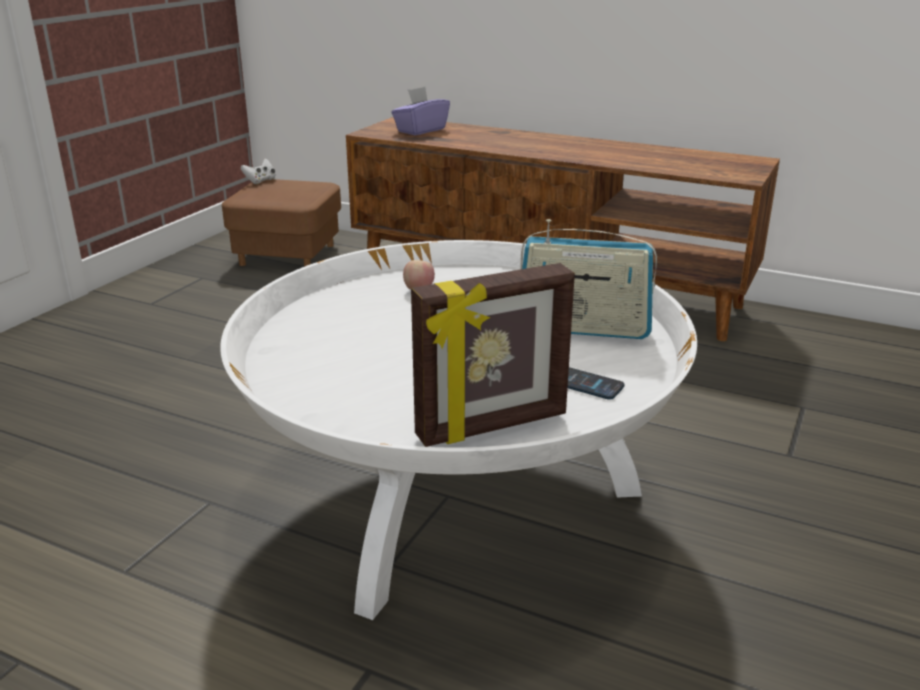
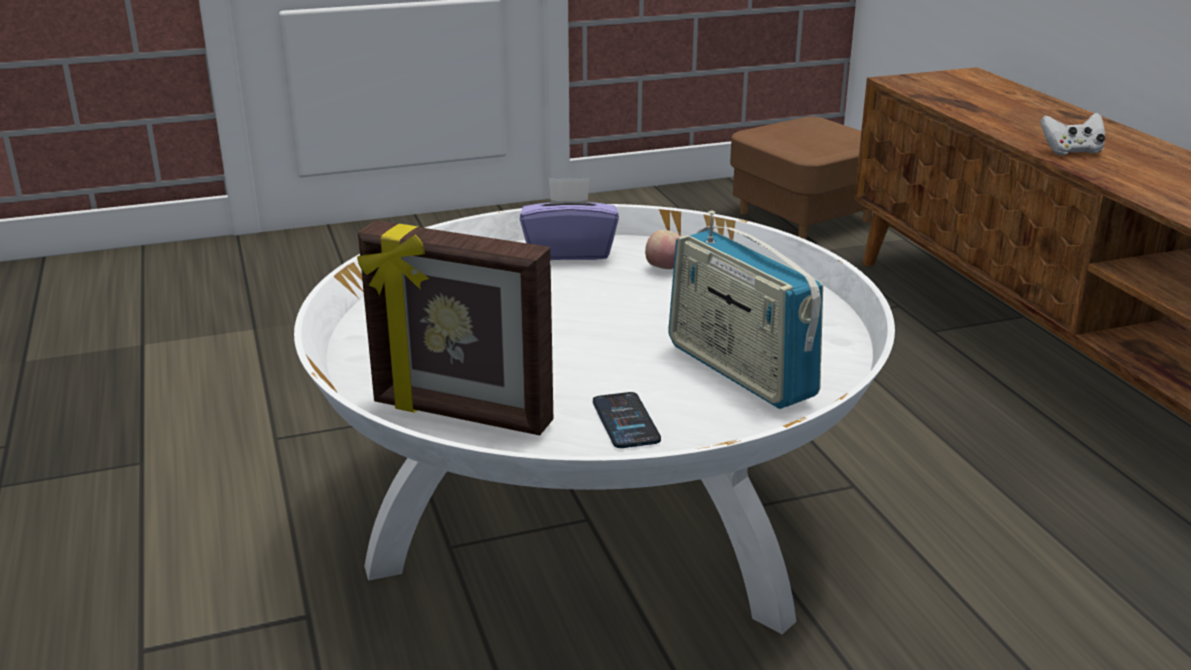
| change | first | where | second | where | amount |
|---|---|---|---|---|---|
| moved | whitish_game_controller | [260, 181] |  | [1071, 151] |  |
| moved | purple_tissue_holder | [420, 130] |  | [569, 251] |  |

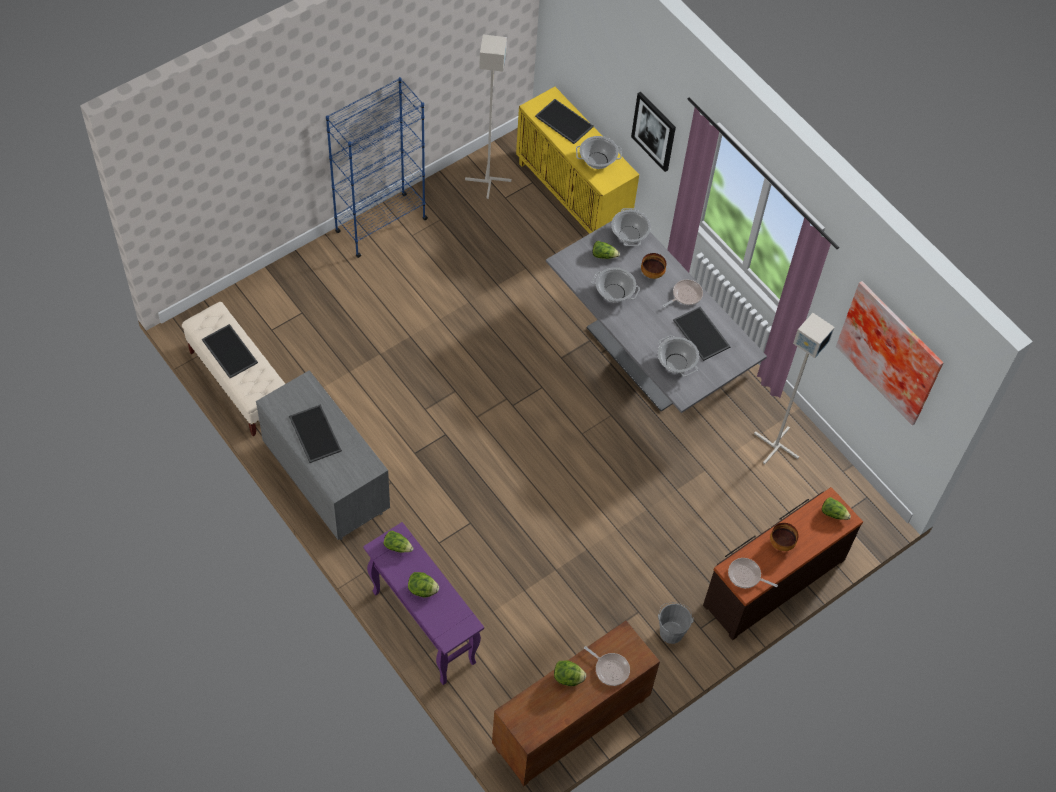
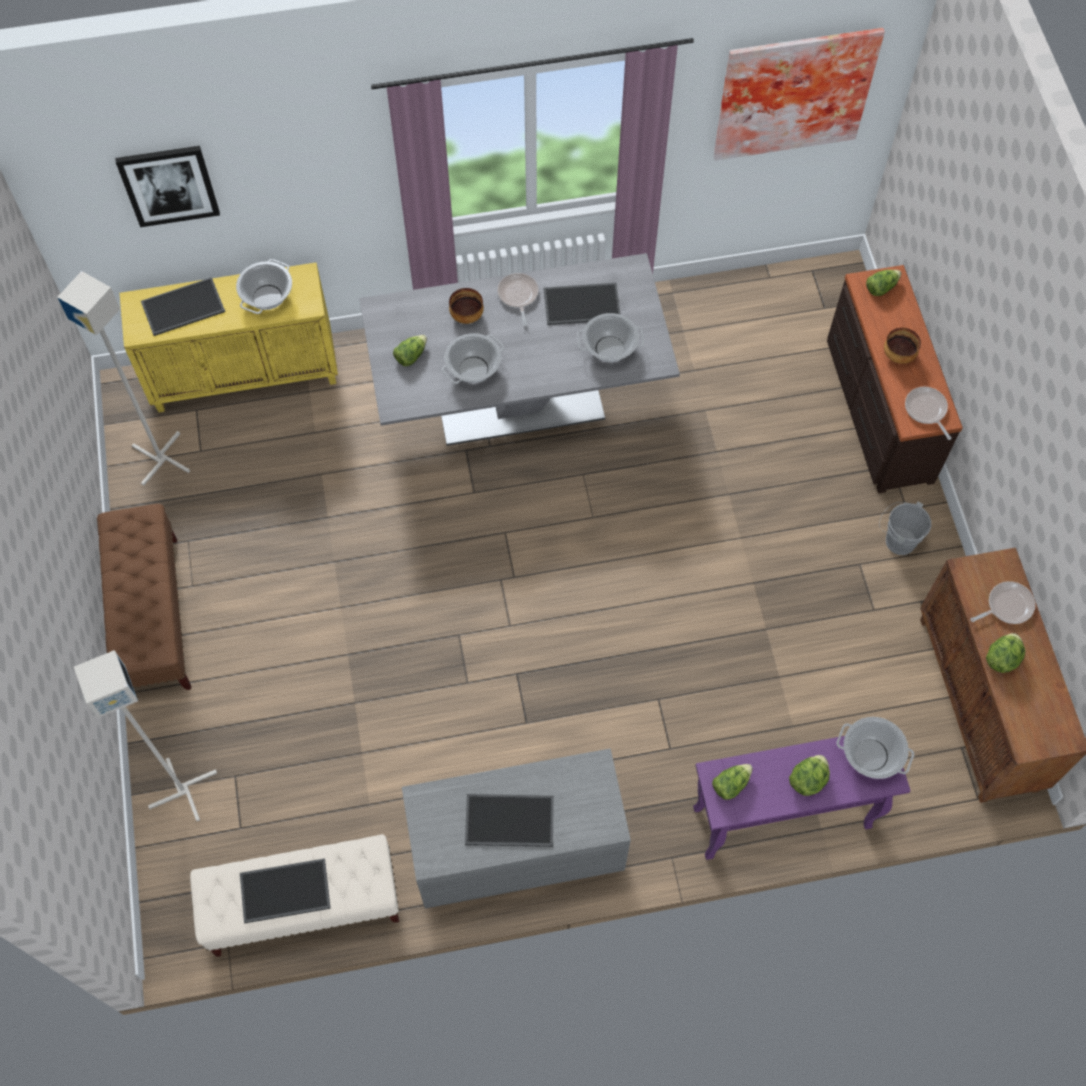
| change | first | where | second | where | amount |
|---|---|---|---|---|---|
| replaced | bluish_bookshelf | [380, 225] | brown_indoor_bench | [153, 617] |  |
| moved | saucepot | [629, 235] |  | [871, 755] |  |
| moved | wall_picture | [654, 131] |  | [169, 185] |  |
| turned | pan | [746, 576] |  | [926, 410] | 105 degrees clockwise |
| moved | grey_standard_lamp | [775, 445] |  | [182, 790] |  |

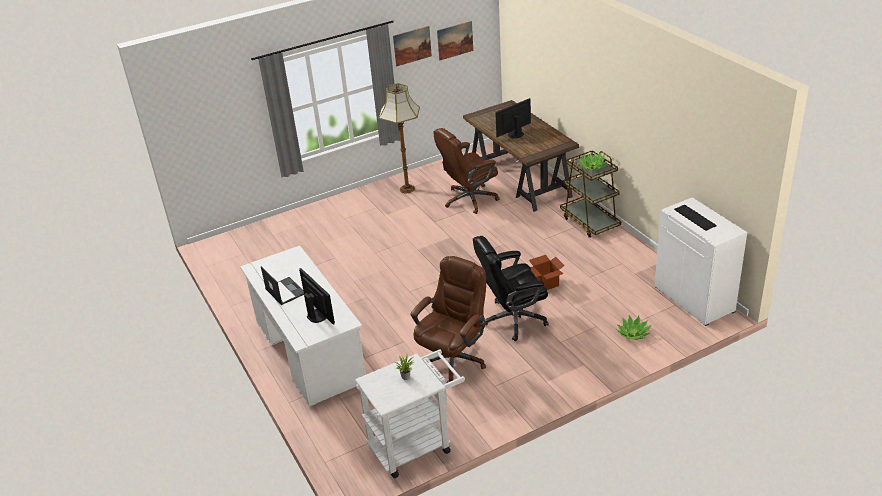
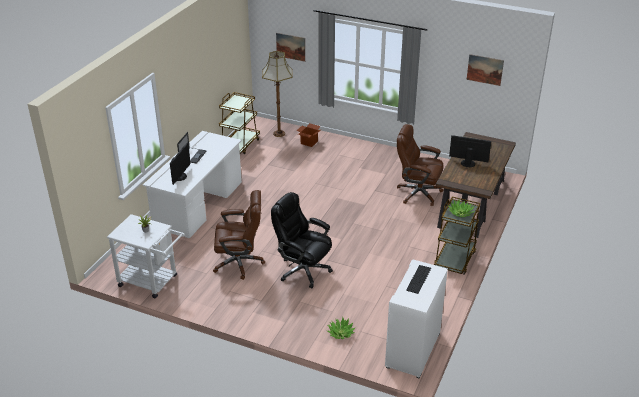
| change | first | where | second | where | amount |
|---|---|---|---|---|---|
| moved | standard_lamp | [407, 189] |  | [279, 133] |  |
| moved | wall_picture | [412, 46] |  | [290, 47] |  |
| moved | carton | [546, 283] |  | [309, 142] |  |
| added |  |  | brown_wheeled_cart | [240, 145] |  |

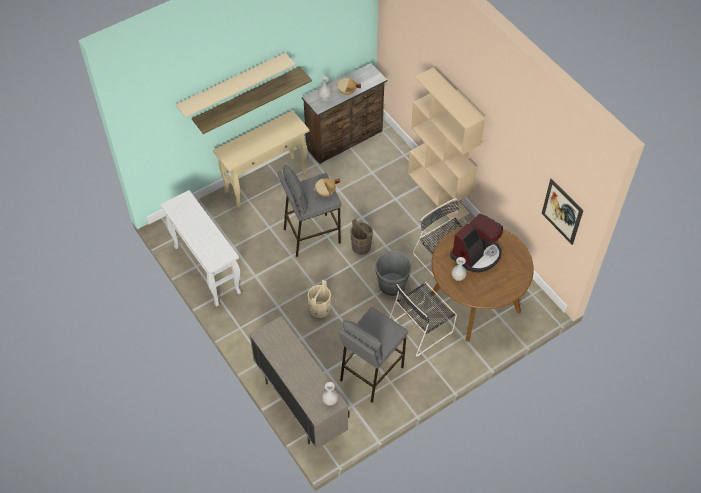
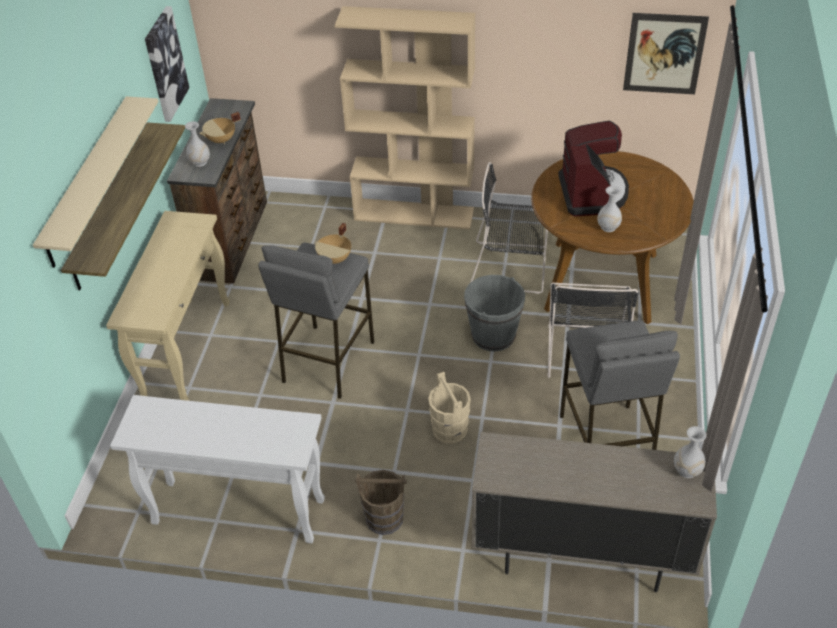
| change | first | where | second | where | amount |
|---|---|---|---|---|---|
| moved | brown_bucket | [361, 247] |  | [385, 518] |  |
| added |  |  | wall_picture | [165, 64] |  |

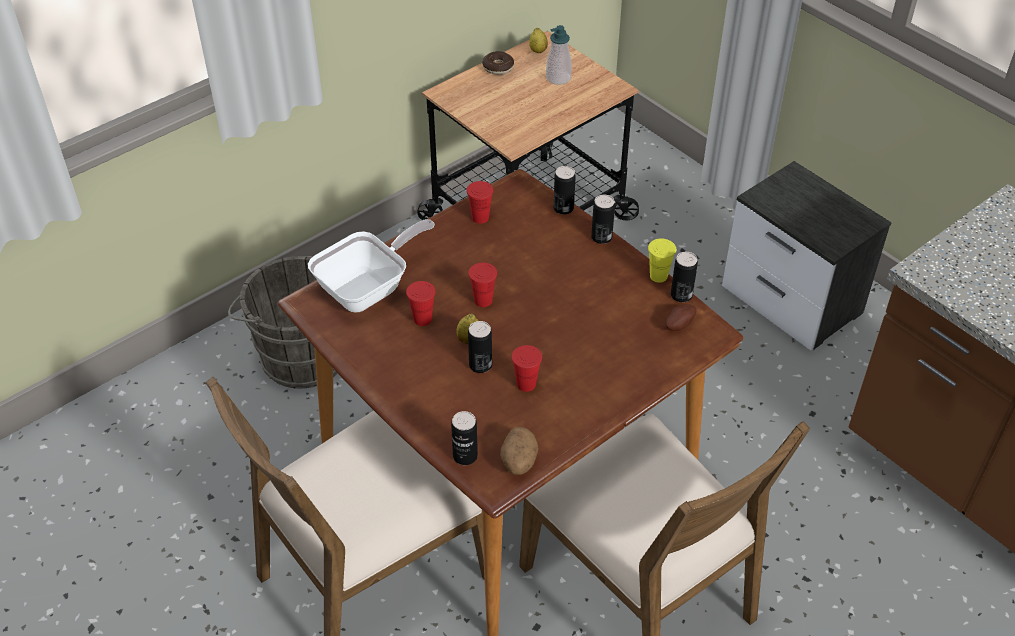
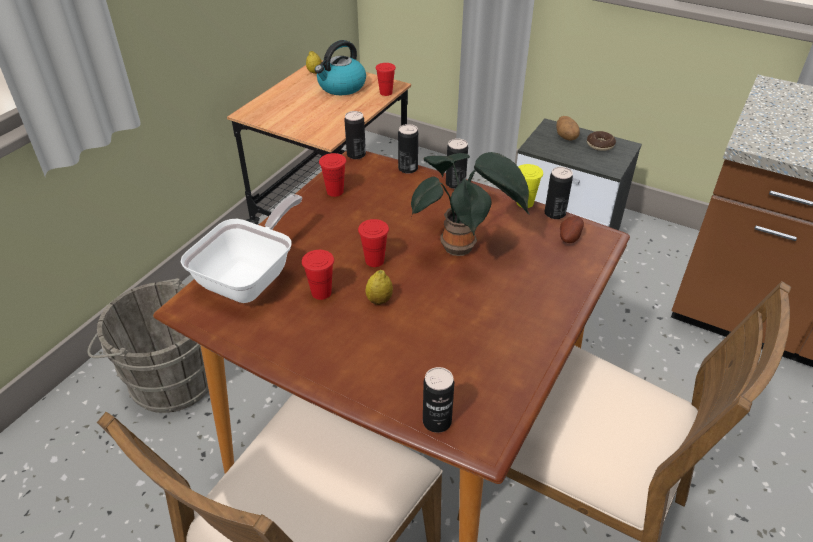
| change | first | where | second | where | amount |
|---|---|---|---|---|---|
| moved | metal_can | [480, 365] |  | [356, 154] |  |
| moved | ring_doughnut | [498, 67] |  | [600, 145] |  |
| moved | spud | [518, 462] |  | [566, 137] |  |
| moved | red_drinking_cup | [526, 384] |  | [386, 93] |  |
| replaced | liquid_soap_bottle | [558, 78] | water_kettle | [341, 87] |  |
| added |  |  | plant_in_a_pot | [462, 248] |  |

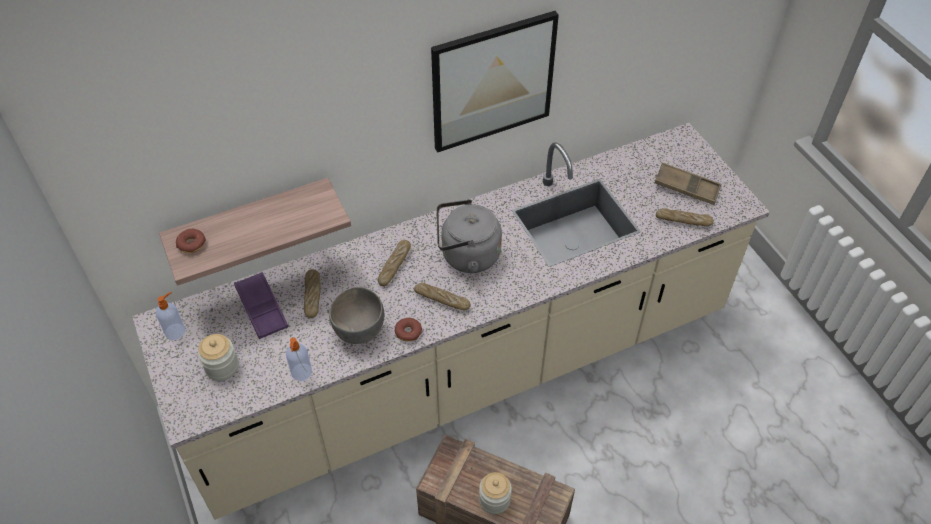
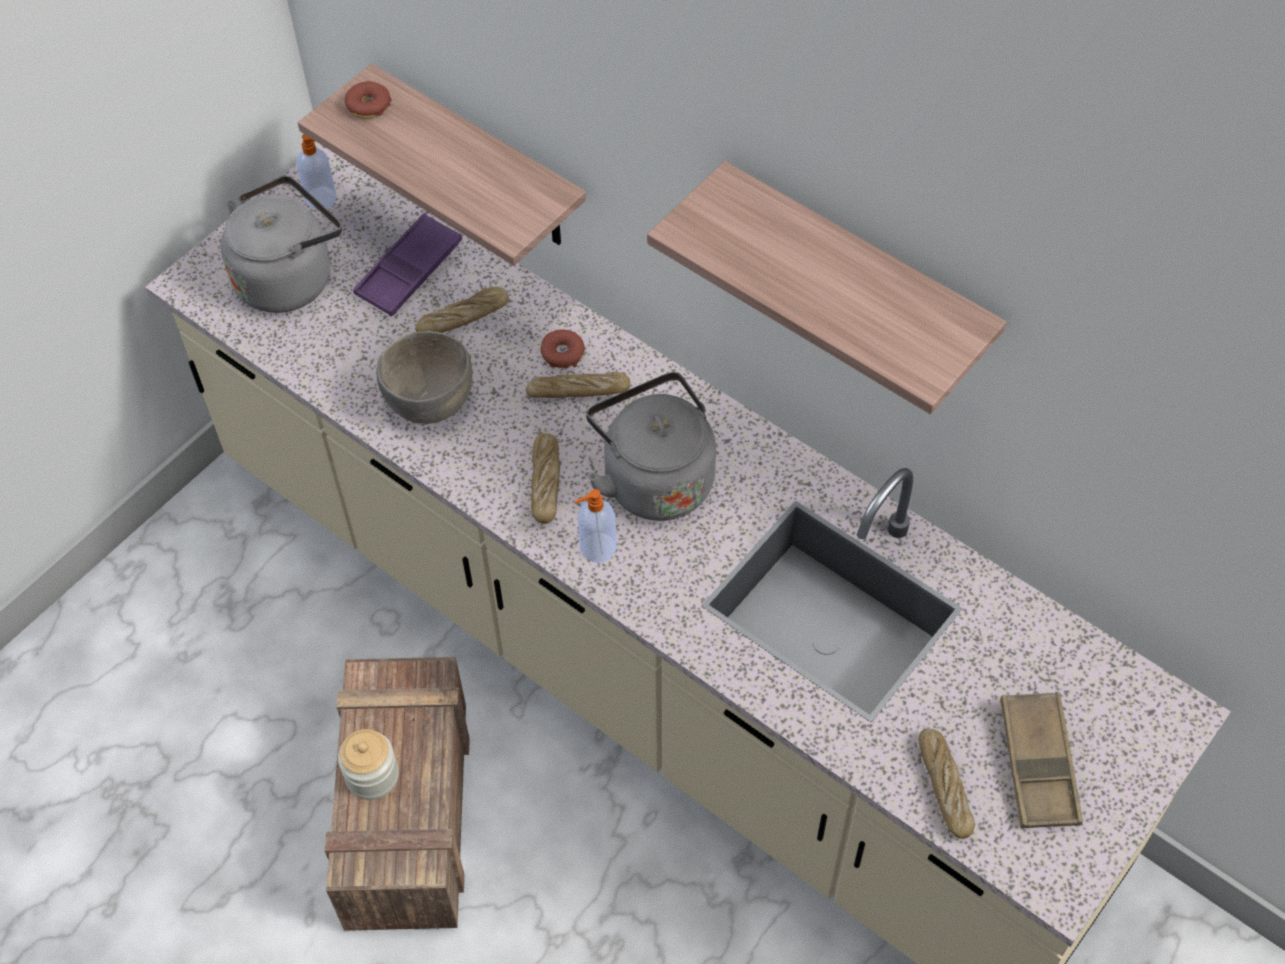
| change | first | where | second | where | amount |
|---|---|---|---|---|---|
| replaced | storage_jar | [222, 367] | grey_water_kettle | [289, 277] |  |
| moved | liquid_soap_bottle | [301, 373] |  | [596, 548] |  |
| moved | ring_doughnut | [408, 332] |  | [562, 353] |  |
| replaced | wall_picture | [492, 81] | bracket_shelf | [855, 277] |  |

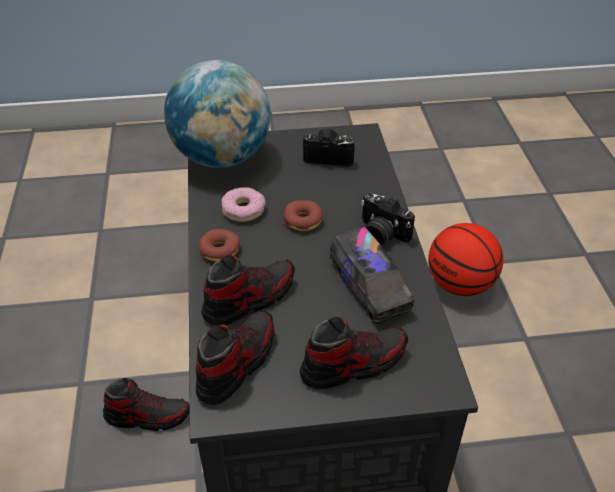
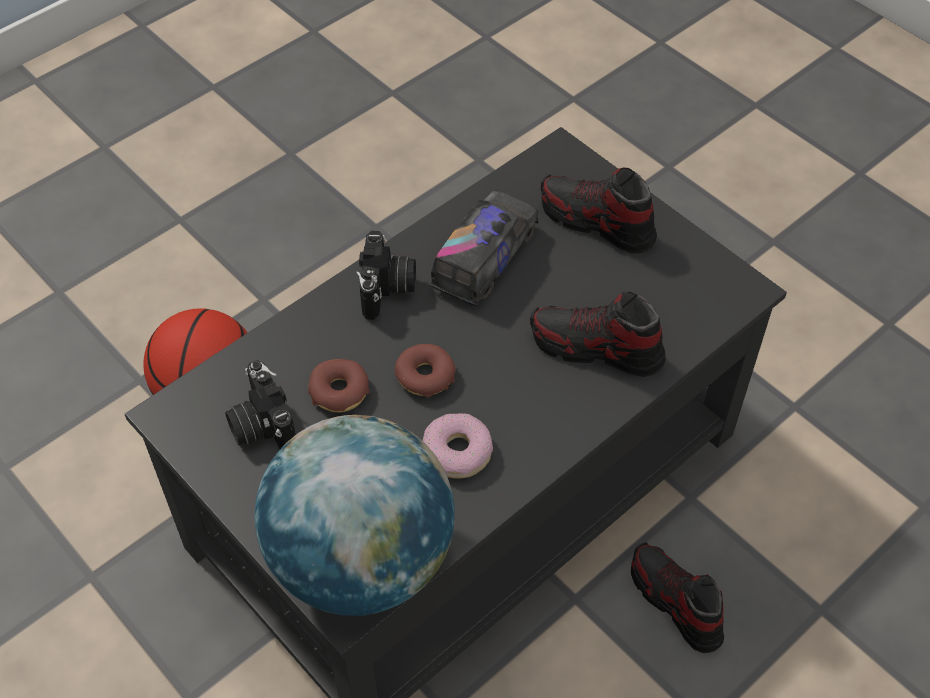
| change | first | where | second | where | amount |
|---|---|---|---|---|---|
| removed | low_shoe | [237, 364] |  |  |  |
| moved | ring_doughnut | [219, 250] |  | [339, 391] |  |

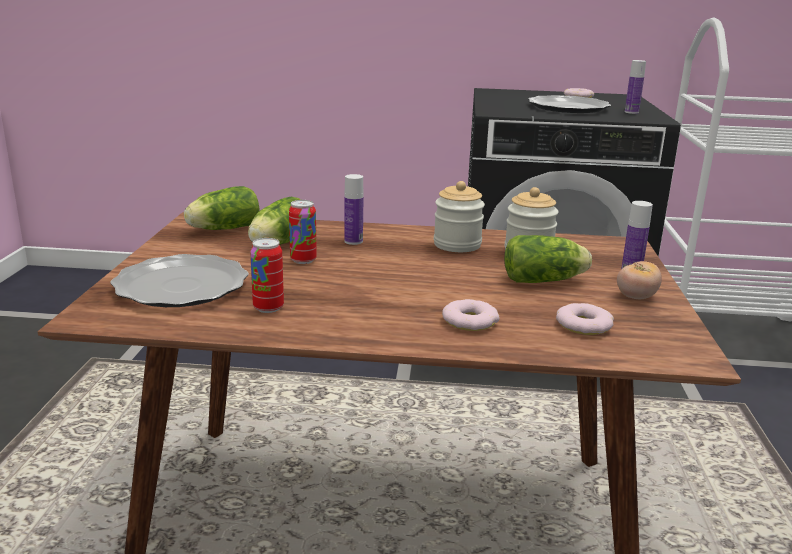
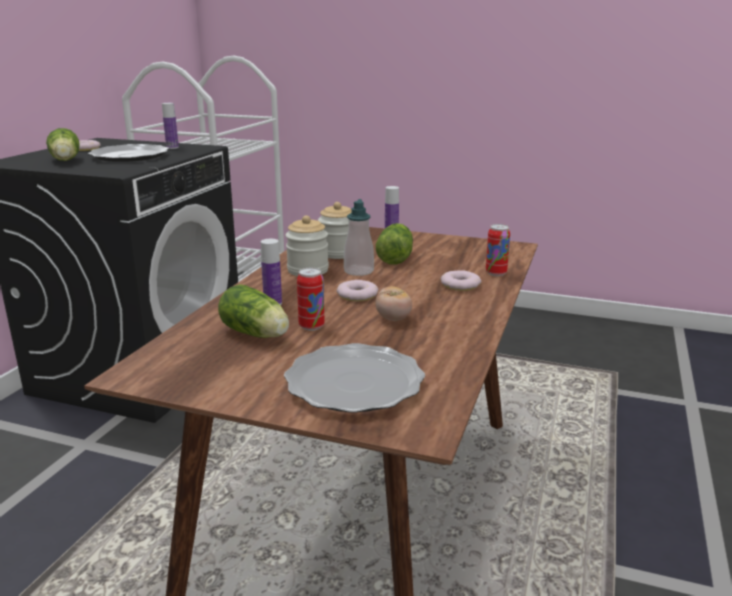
| change | first | where | second | where | amount |
|---|---|---|---|---|---|
| moved | lettuce | [222, 229] |  | [65, 161] |  |
| moved | metal_can | [268, 308] |  | [496, 273] |  |
| moved | ring_doughnut | [583, 325] |  | [357, 295] |  |
| moved | tomato | [636, 297] |  | [393, 319] |  |
| added |  |  | liquid_soap_bottle | [358, 271] |  |

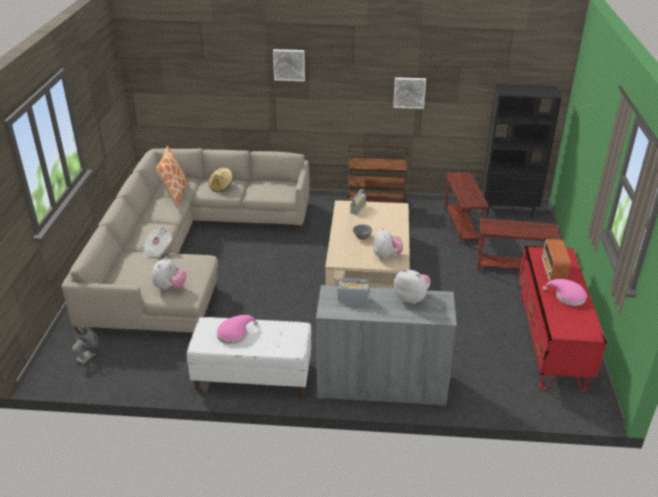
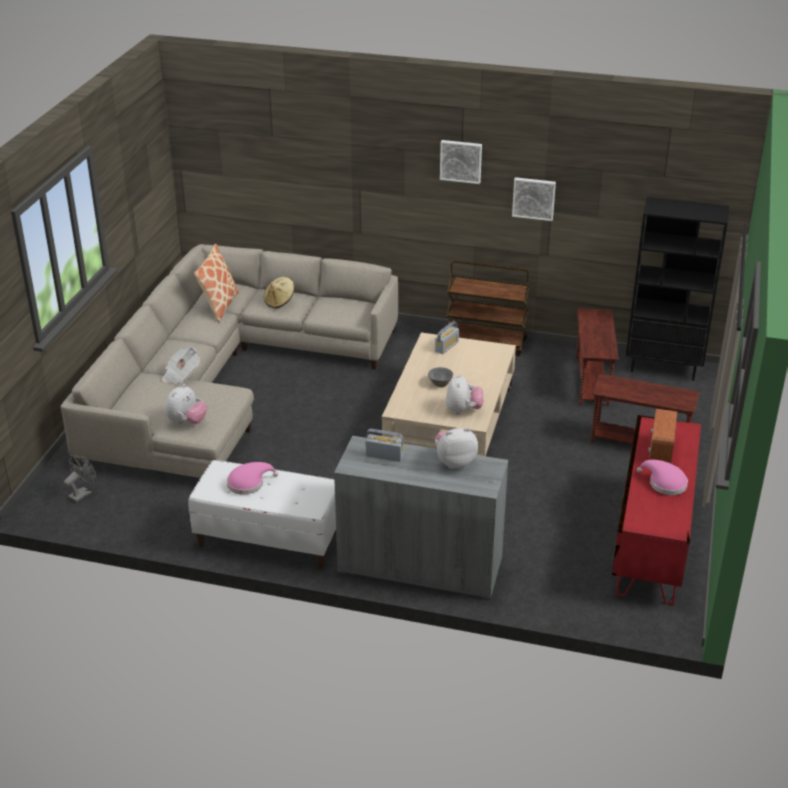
| change | first | where | second | where | amount |
|---|---|---|---|---|---|
| moved | wall_picture | [289, 64] |  | [461, 161] |  |
| turned | plush_toy | [411, 298] |  | [454, 462] | 60 degrees counterclockwise |

